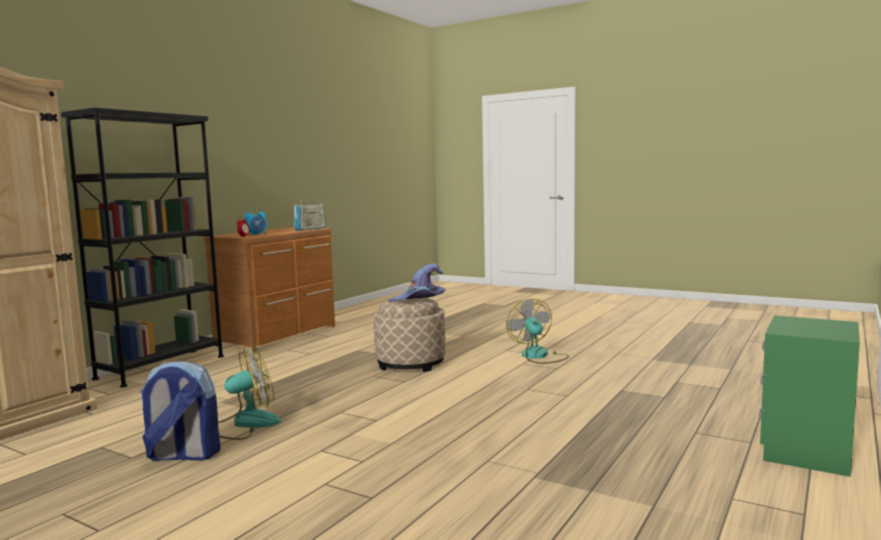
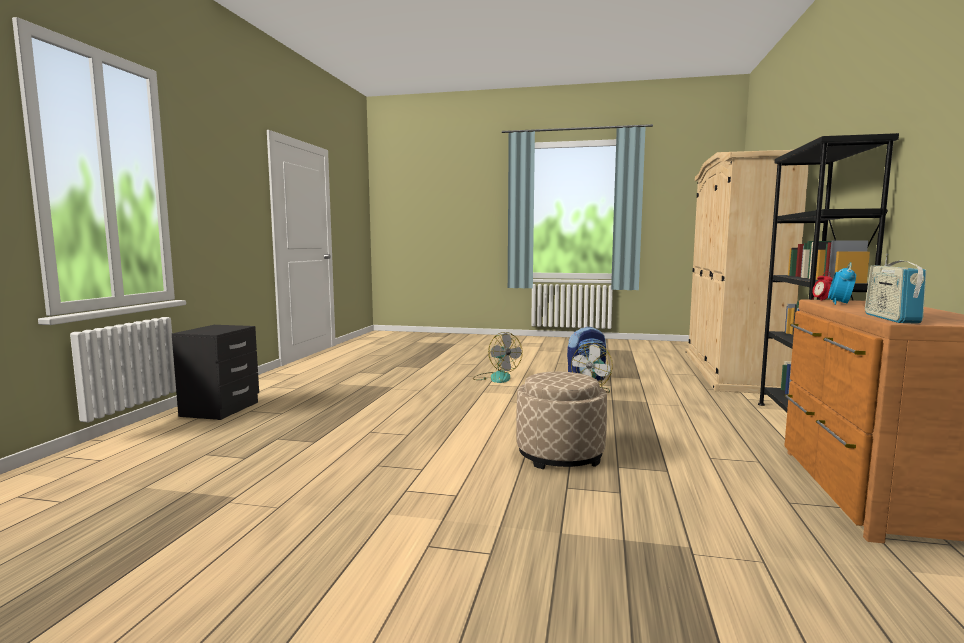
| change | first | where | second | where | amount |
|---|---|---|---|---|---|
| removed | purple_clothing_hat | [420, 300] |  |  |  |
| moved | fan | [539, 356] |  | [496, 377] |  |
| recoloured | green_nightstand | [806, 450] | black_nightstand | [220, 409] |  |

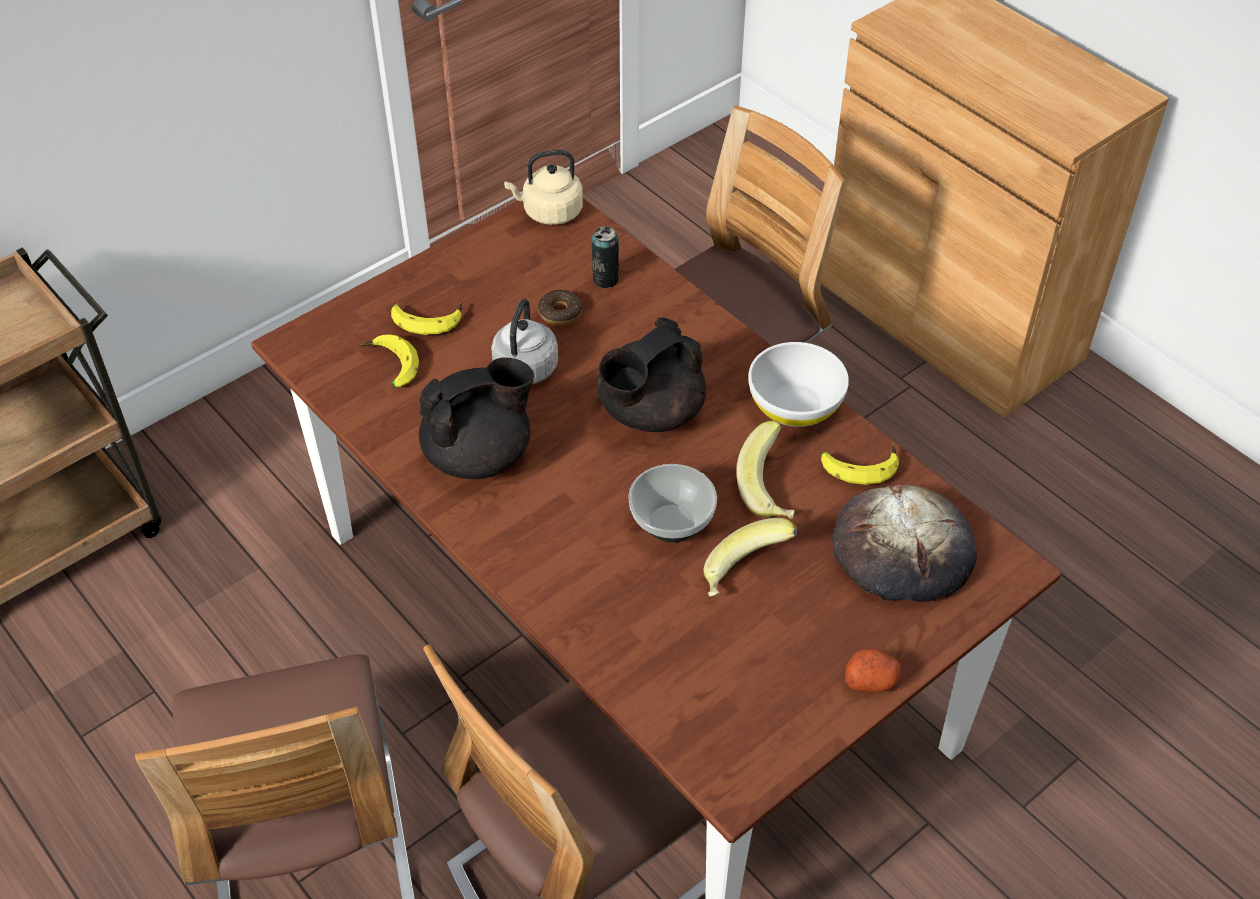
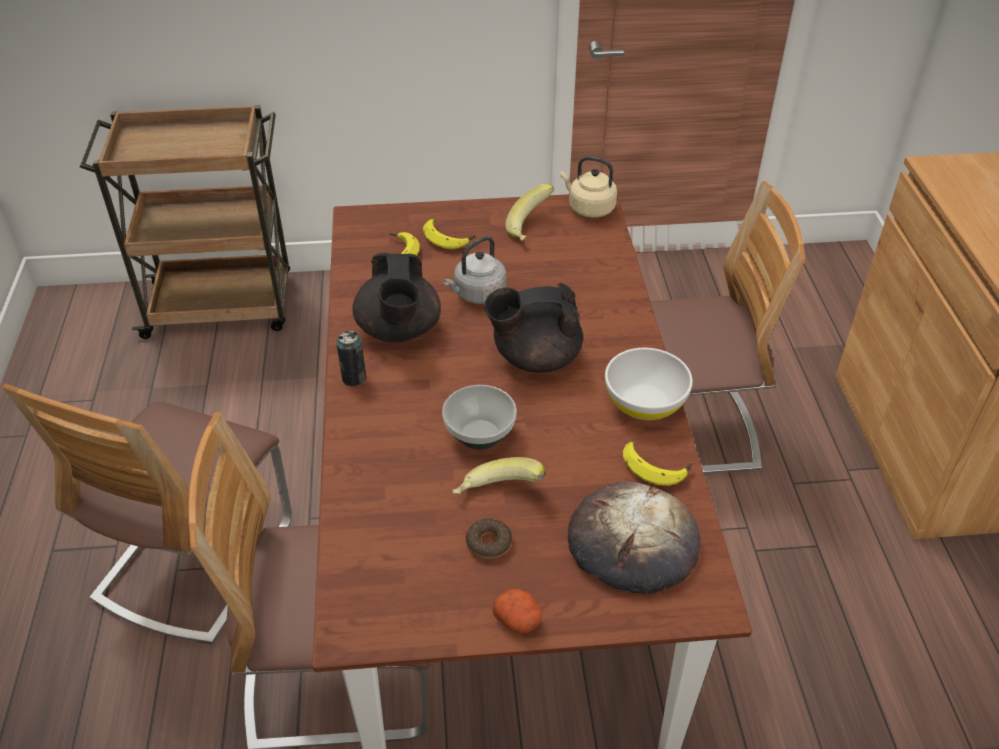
| change | first | where | second | where | amount |
|---|---|---|---|---|---|
| turned | black_tea_pot | [479, 455] |  | [399, 330] | 75 degrees clockwise |
| moved | ring_doughnut | [560, 313] |  | [489, 543] |  |
| moved | metal_can | [605, 279] |  | [354, 378] |  |
| moved | banana | [772, 489] |  | [531, 228] |  |

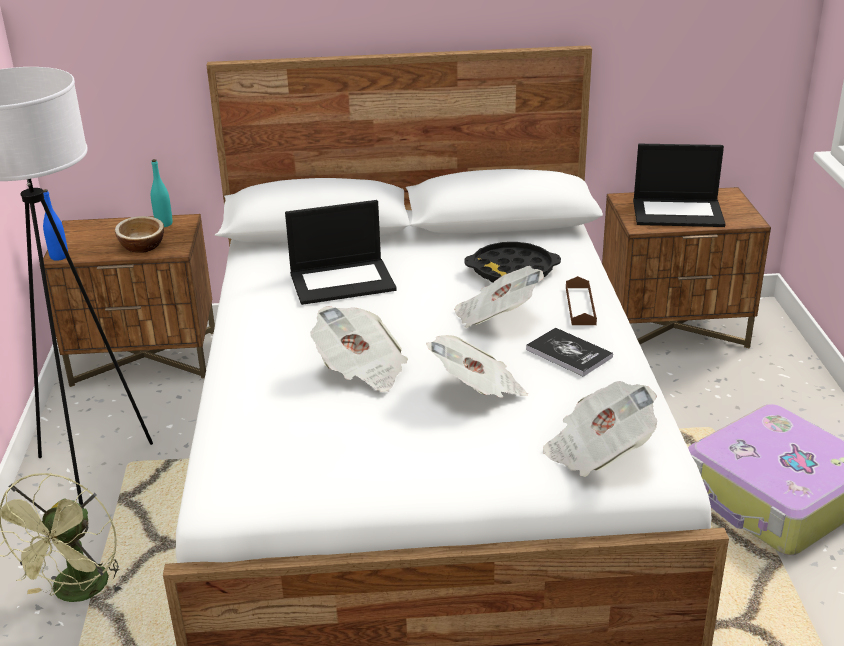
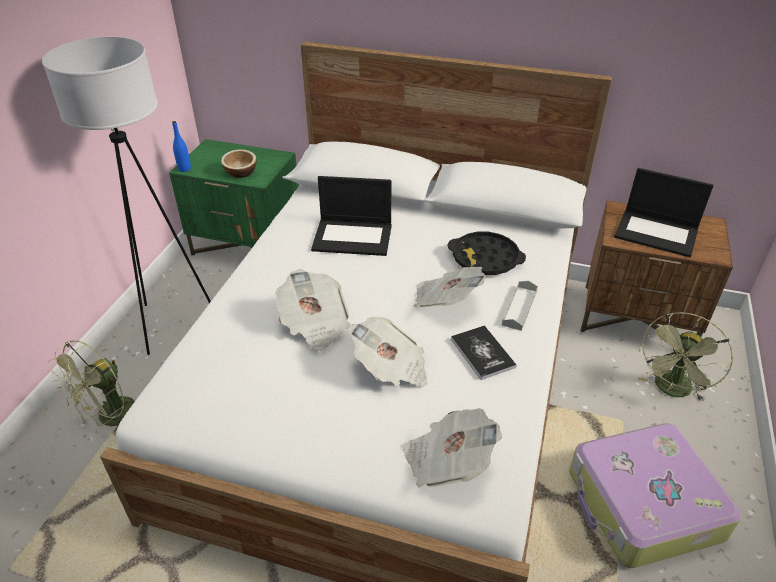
| change | first | where | second | where | amount |
|---|---|---|---|---|---|
| recoloured | brown_nightstand | [146, 358] | green_nightstand | [248, 245] |  |
| removed | turquoise_drink_bottle | [164, 224] |  |  |  |
| recoloured | brown_carrying_tray | [580, 306] | grey_carrying_tray | [519, 307] |  |
| added |  |  | green_fan | [672, 390] |  |

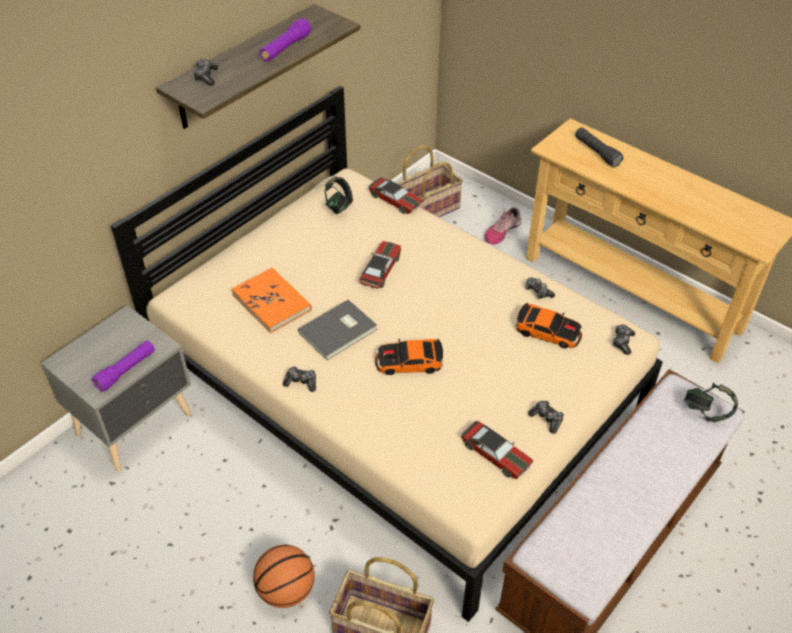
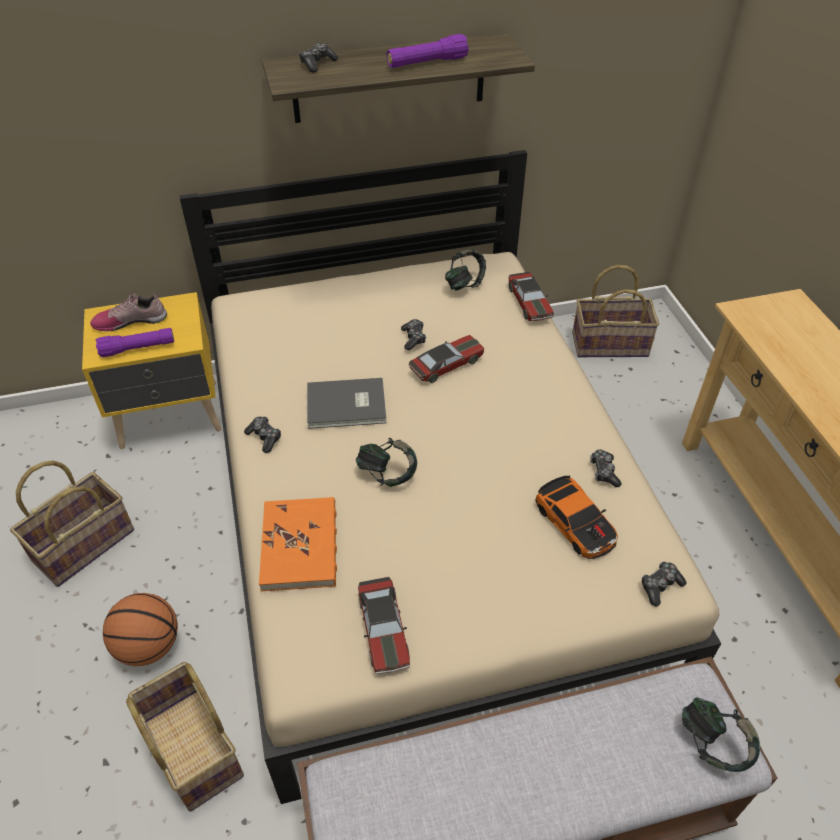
| change | first | where | second | where | amount |
|---|---|---|---|---|---|
| recoloured | grey_nightstand | [137, 425] | yellow_nightstand | [171, 416] |  |
| moved | orange_volume | [272, 302] |  | [300, 546] |  |
| replaced | toy_car | [409, 362] | headphones | [387, 474] |  |
| moved | low_shoe | [501, 231] |  | [130, 321] |  |
| moved | game_controller | [547, 419] |  | [413, 338] |  |
| removed | black_flashlight | [596, 152] |  |  |  |
| added |  |  | storage_basket | [83, 544] |  |

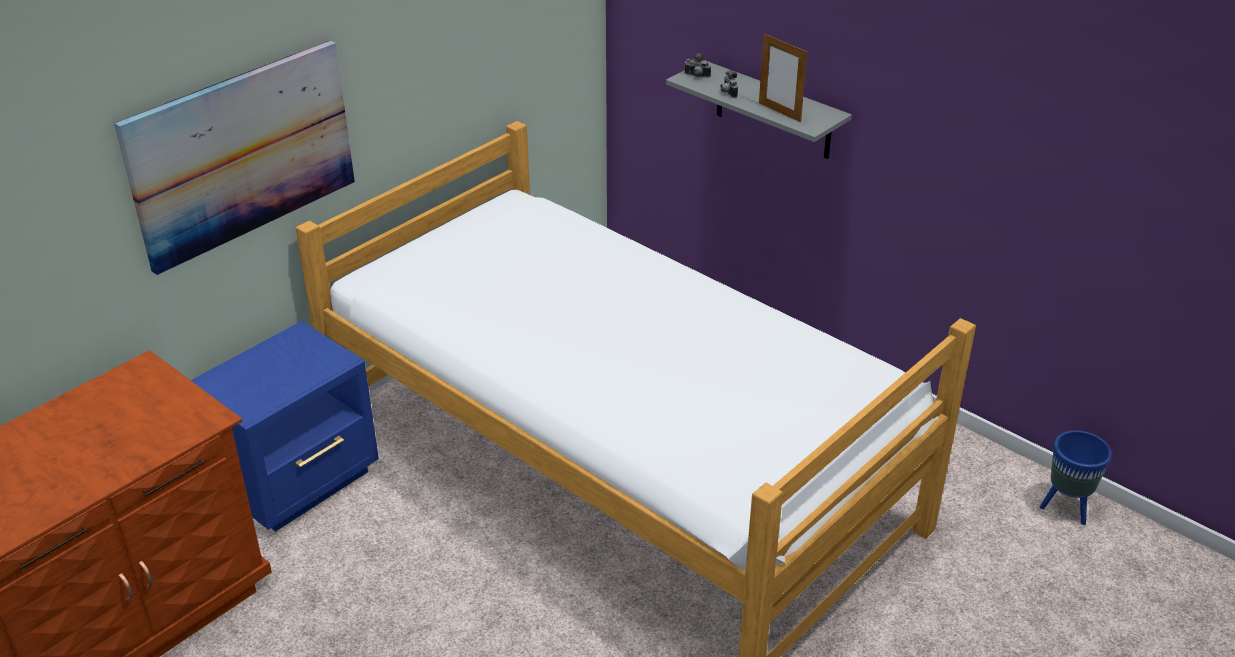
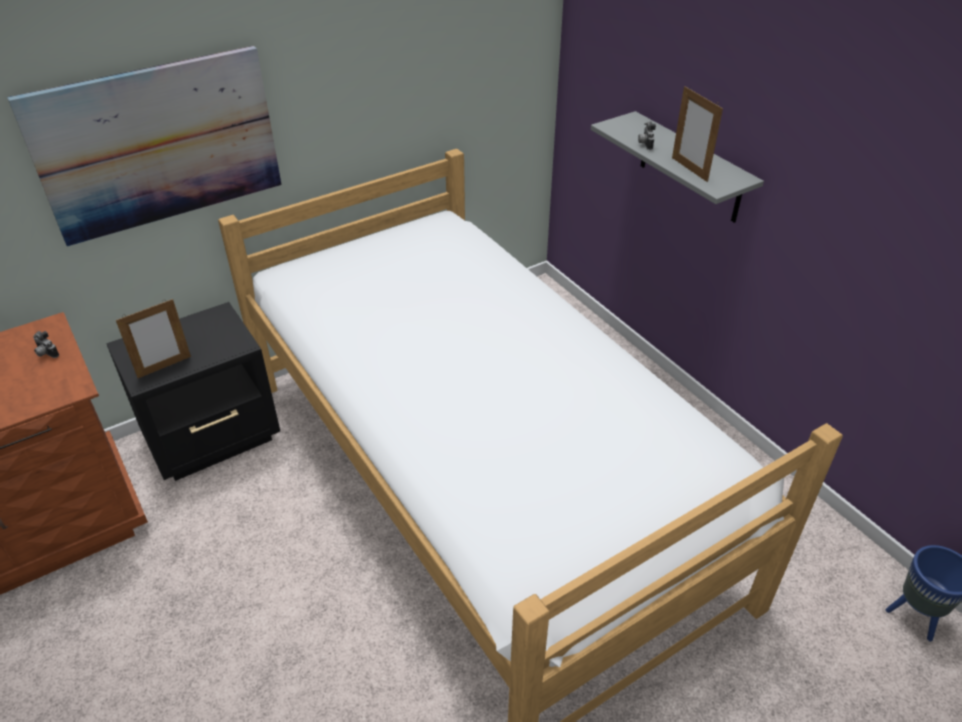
| change | first | where | second | where | amount |
|---|---|---|---|---|---|
| recoloured | bluish_nightstand | [300, 481] | black_nightstand | [215, 438] |  |
| moved | still_camera | [696, 76] |  | [46, 354] |  |
| added |  |  | picture_frame | [164, 367] |  |

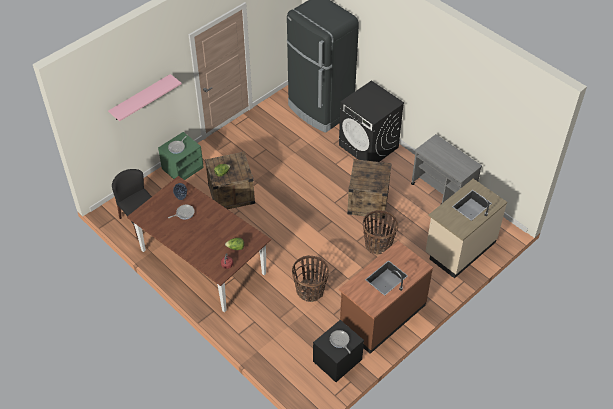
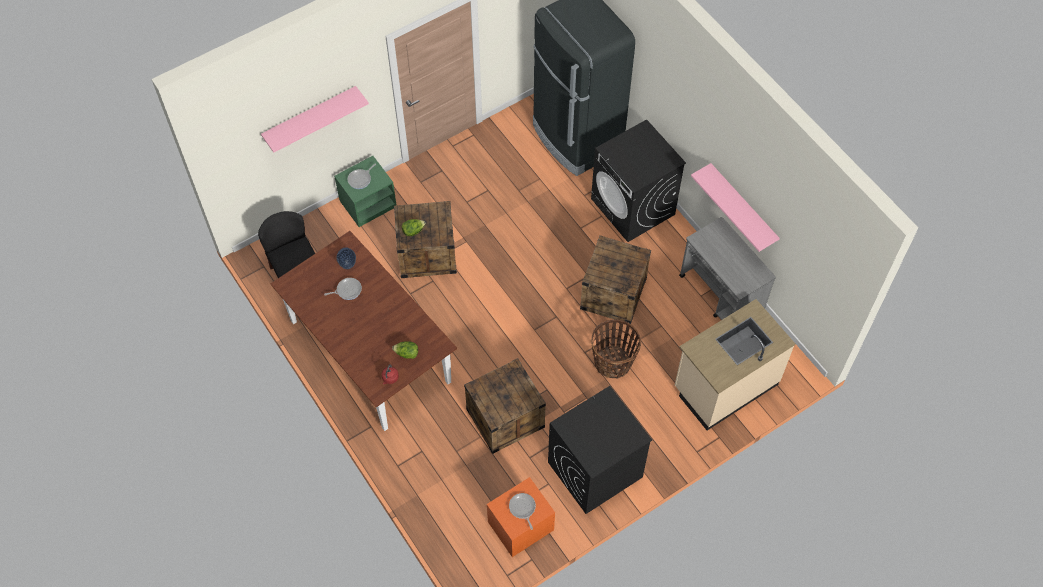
| change | first | where | second | where | amount |
|---|---|---|---|---|---|
| replaced | storage_basket | [310, 291] | shipping_crate | [505, 418] |  |
| recoloured | black_nightstand | [337, 361] | orange_nightstand | [520, 527] |  |
| replaced | brown_kitchen_counter | [382, 315] | black_laundry_appliance | [594, 470] |  |
| added |  |  | pinkish_bracket_shelf | [743, 206] |  |

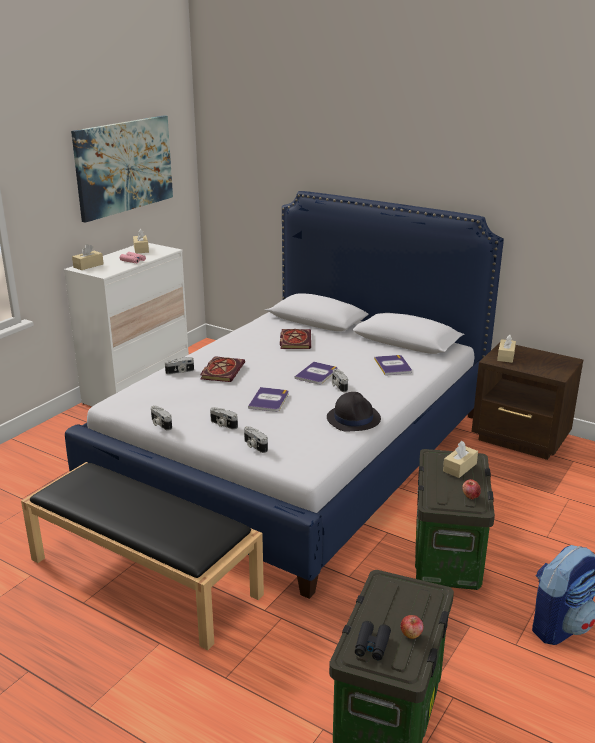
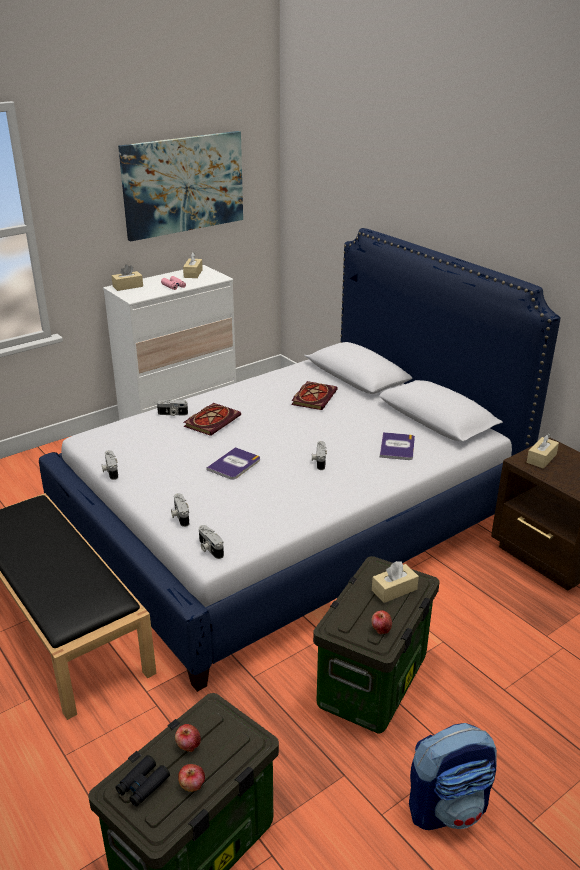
| change | first | where | second | where | amount |
|---|---|---|---|---|---|
| moved | still_camera | [223, 424] |  | [209, 548] |  |
| removed | volume | [316, 374] |  |  |  |
| removed | black_clothing_hat | [353, 418] |  |  |  |
| added |  |  | apple | [188, 745] |  |

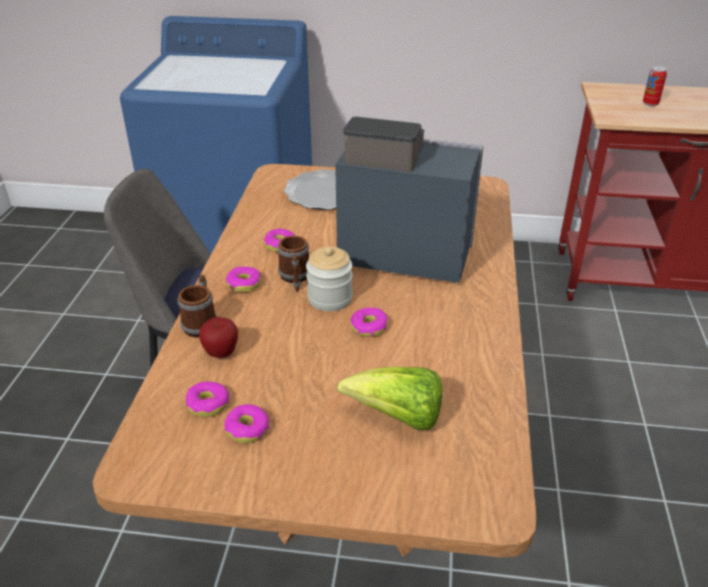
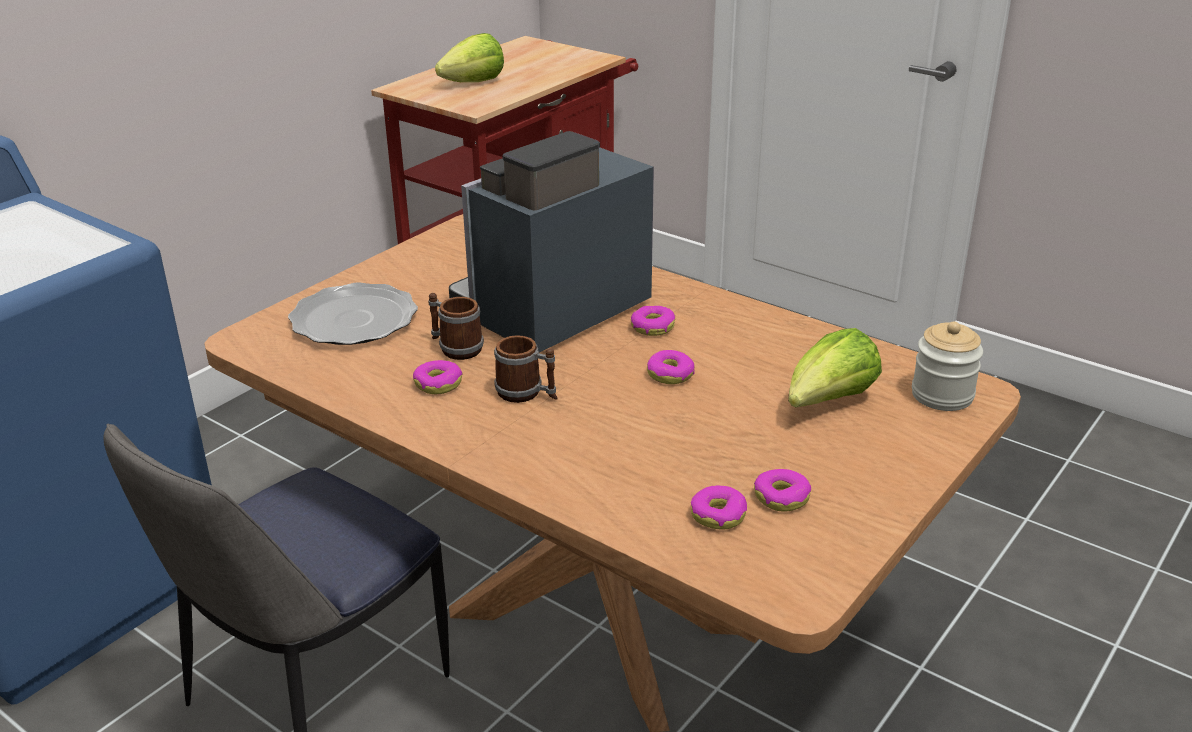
| change | first | where | second | where | amount |
|---|---|---|---|---|---|
| moved | coffee_mug | [201, 323] |  | [455, 347] |  |
| removed | apple | [221, 353] |  |  |  |
| moved | ring_doughnut | [244, 284] |  | [652, 327] |  |
| moved | storage_jar | [330, 298] |  | [942, 395] |  |
| replaced | metal_can | [650, 104] | lettuce | [474, 83] |  |

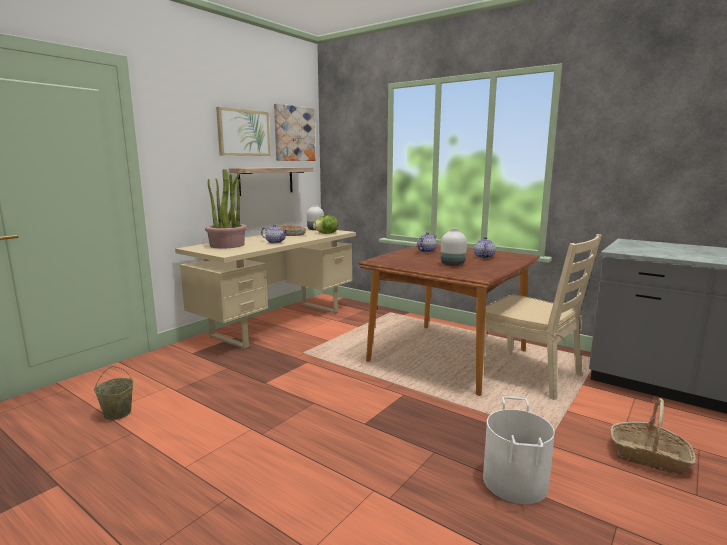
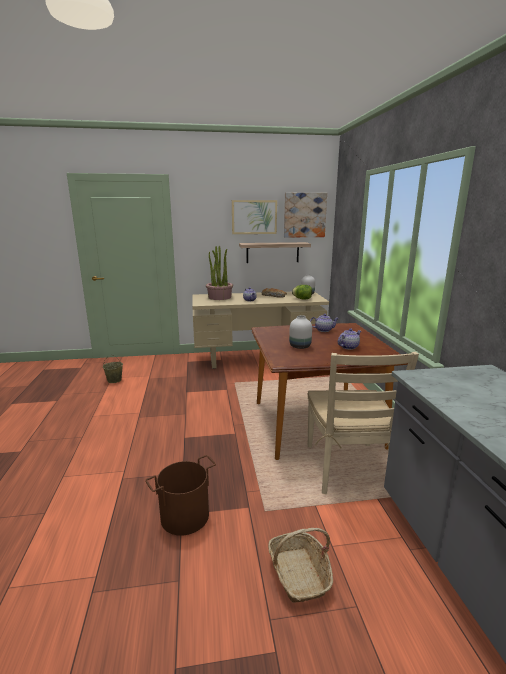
| change | first | where | second | where | amount |
|---|---|---|---|---|---|
| recoloured | whitish_bucket | [514, 481] | brown_bucket | [184, 515] |  |

